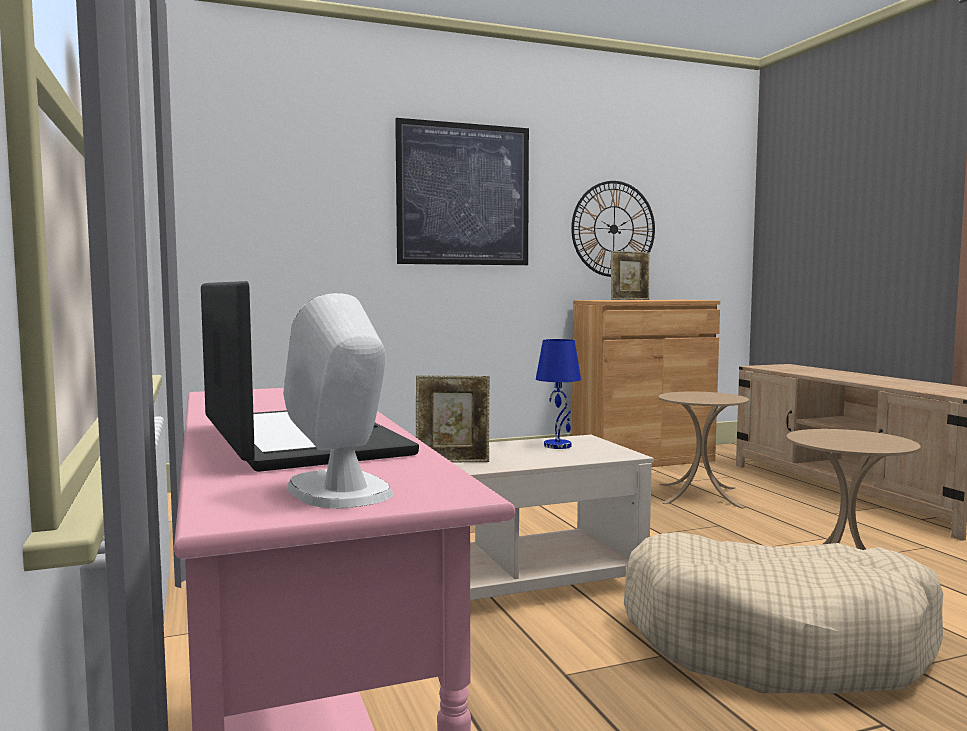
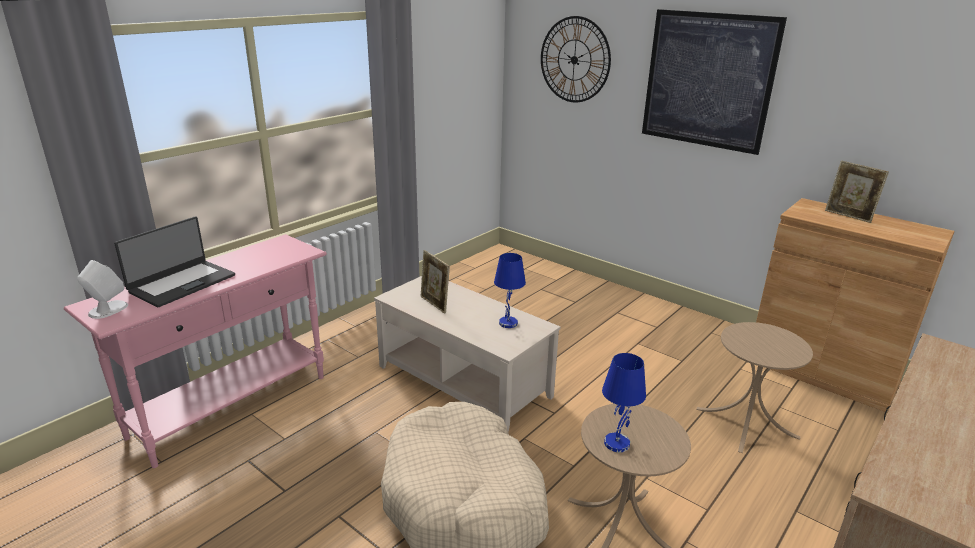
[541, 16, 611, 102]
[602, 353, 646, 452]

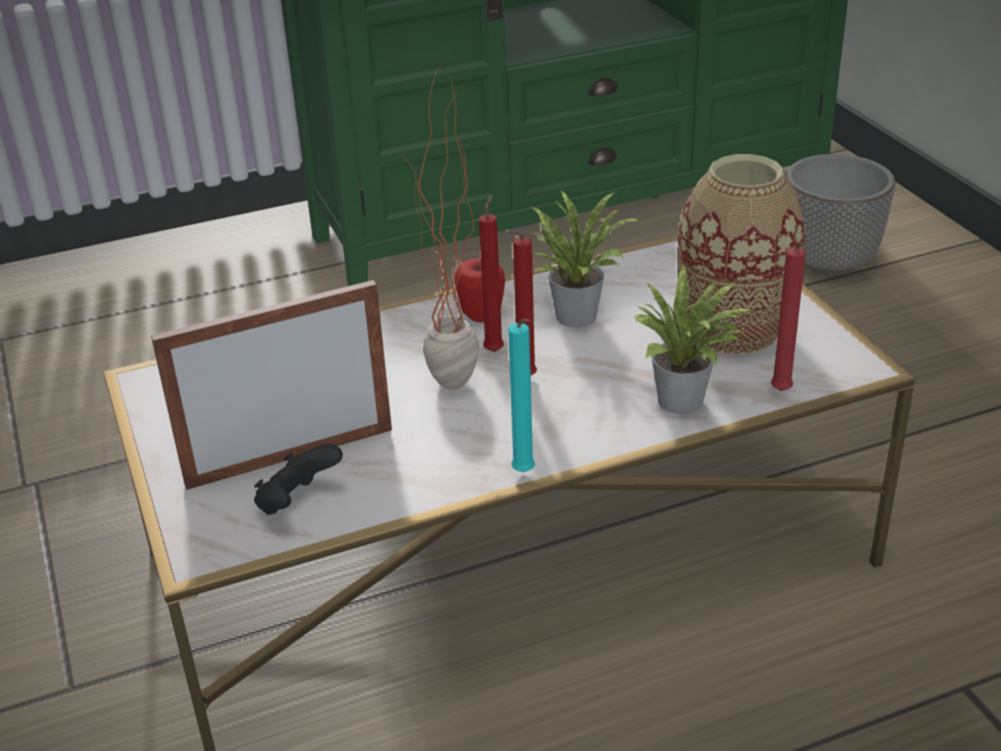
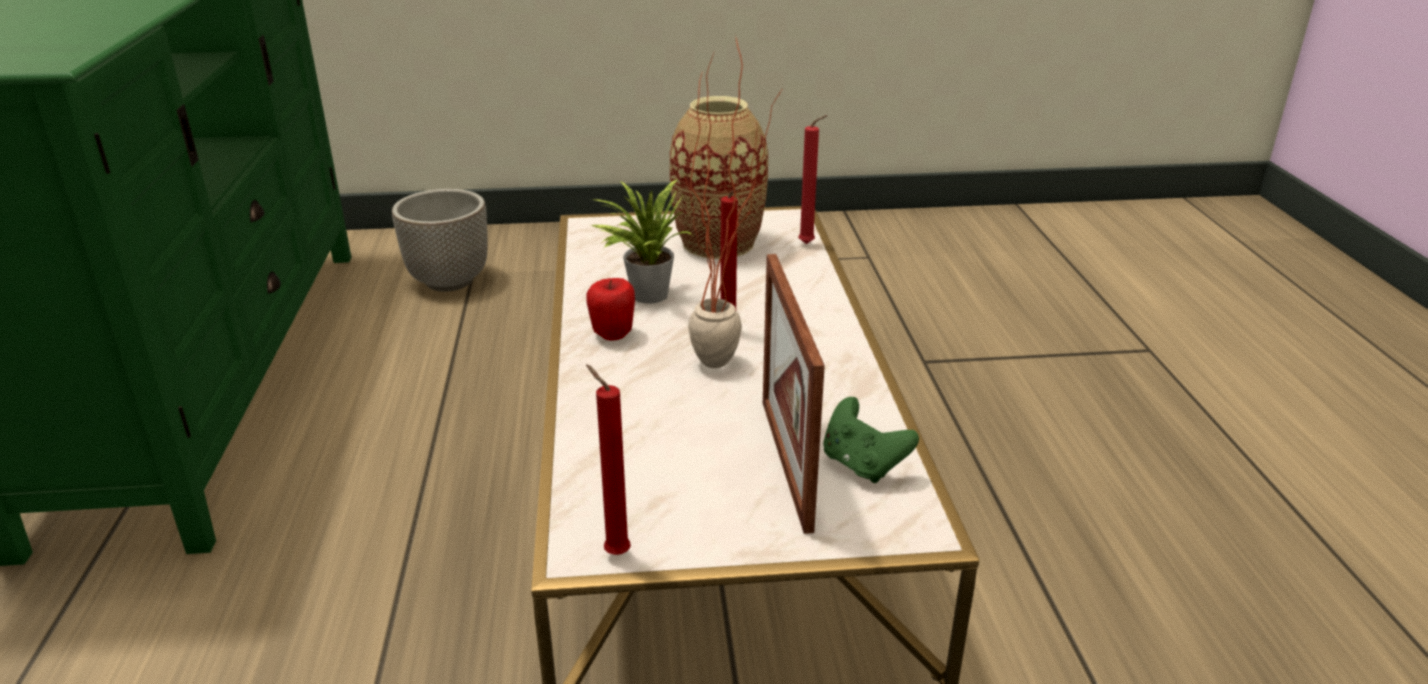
[823, 397, 919, 483]
[586, 364, 631, 555]
[508, 319, 535, 472] (first image)
[634, 265, 754, 414] (first image)

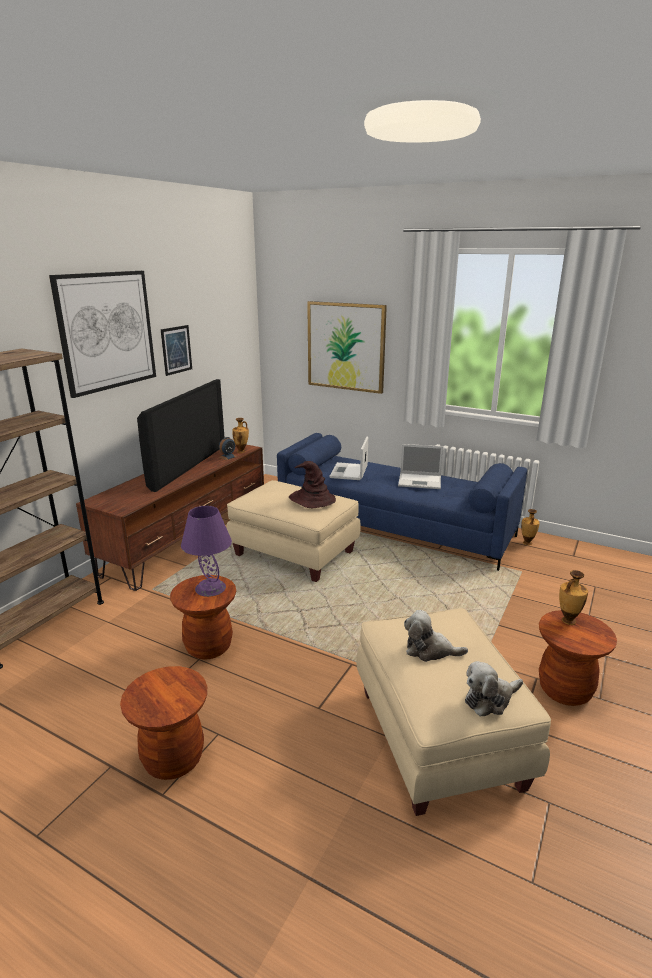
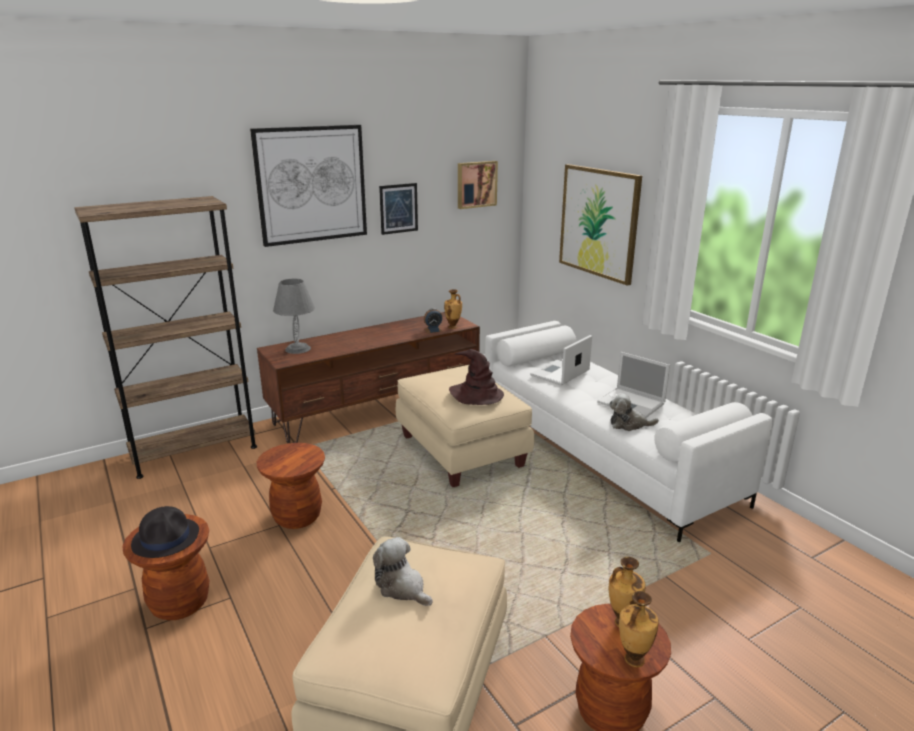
[137, 379, 224, 492] (first image)
[181, 506, 232, 597] (first image)
[485, 321, 773, 542]
[609, 393, 659, 431]
[619, 591, 659, 667]
[131, 506, 199, 558]
[273, 279, 315, 354]
[458, 161, 498, 209]

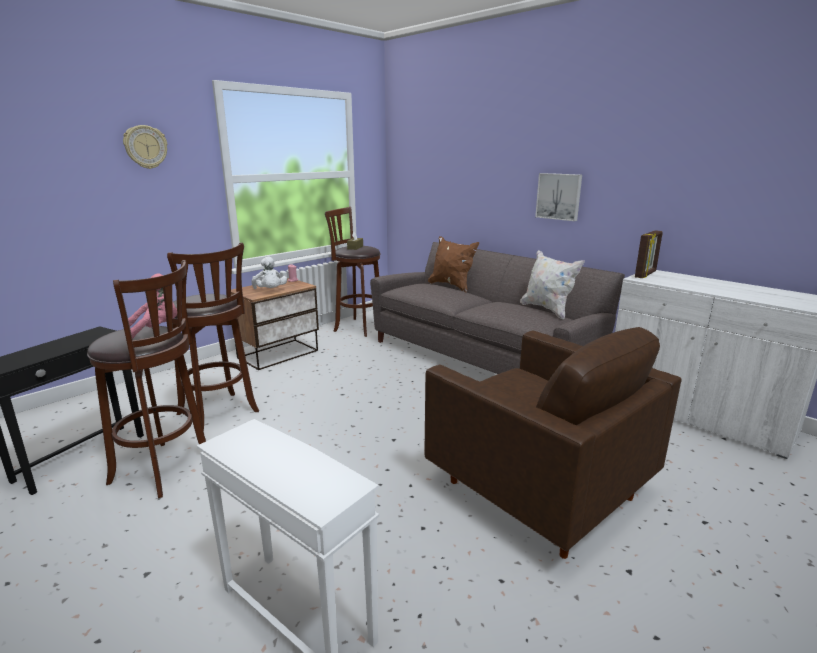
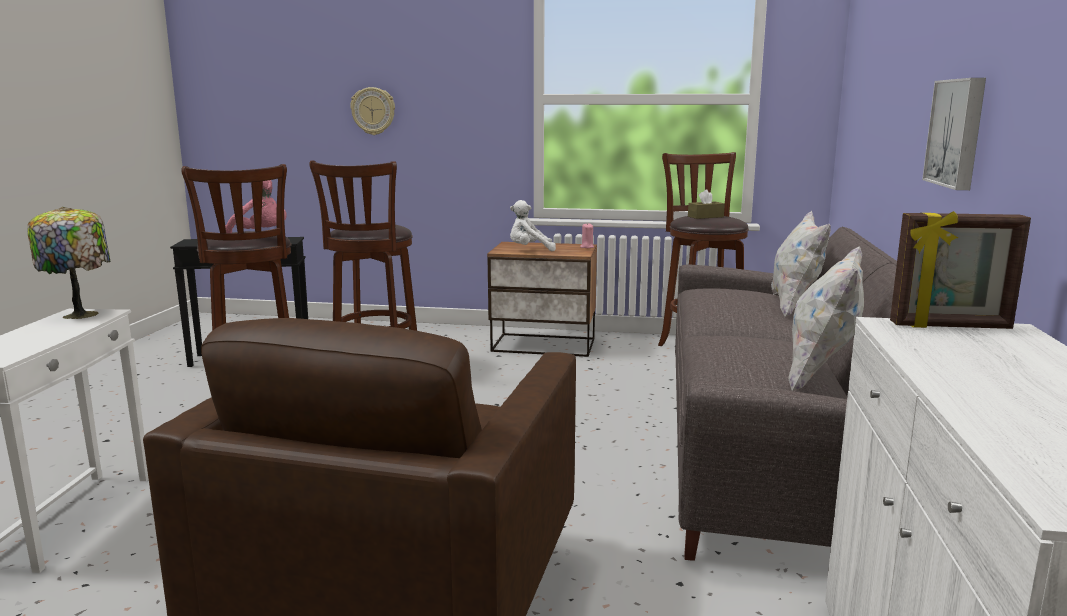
[350, 87, 395, 135]
[510, 200, 556, 251]
[771, 211, 831, 317]
[27, 207, 110, 319]

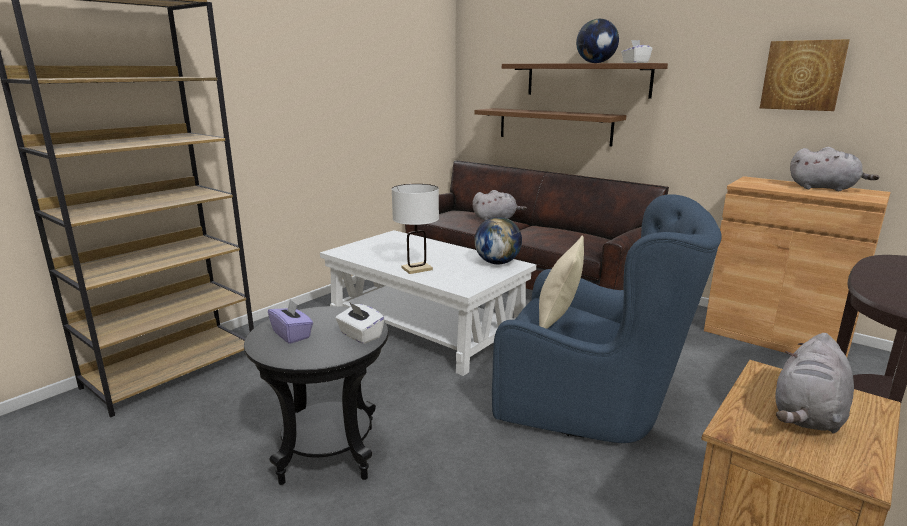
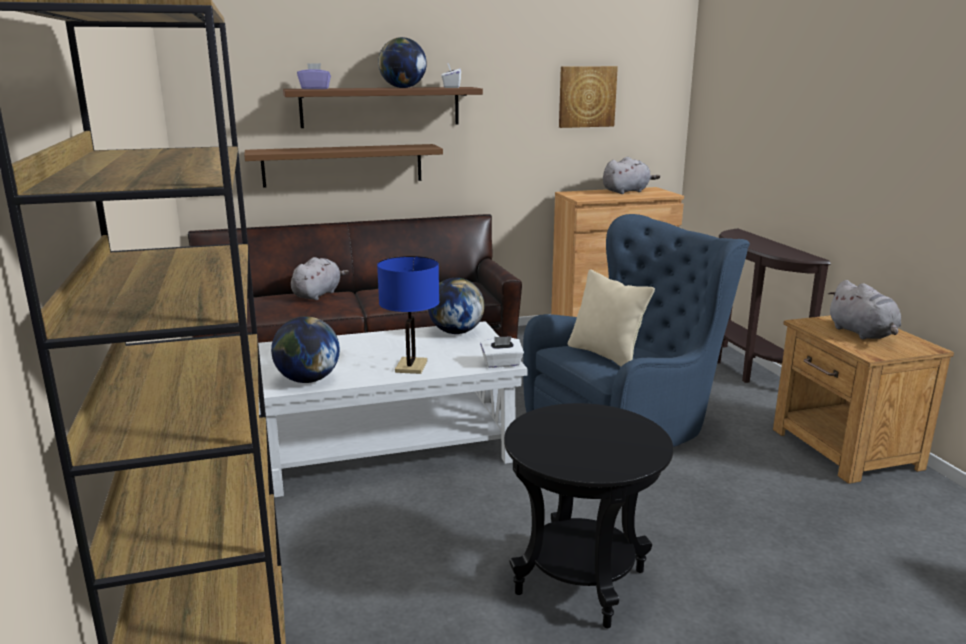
[297, 63, 331, 89]
[480, 336, 524, 368]
[377, 256, 439, 374]
[271, 316, 340, 383]

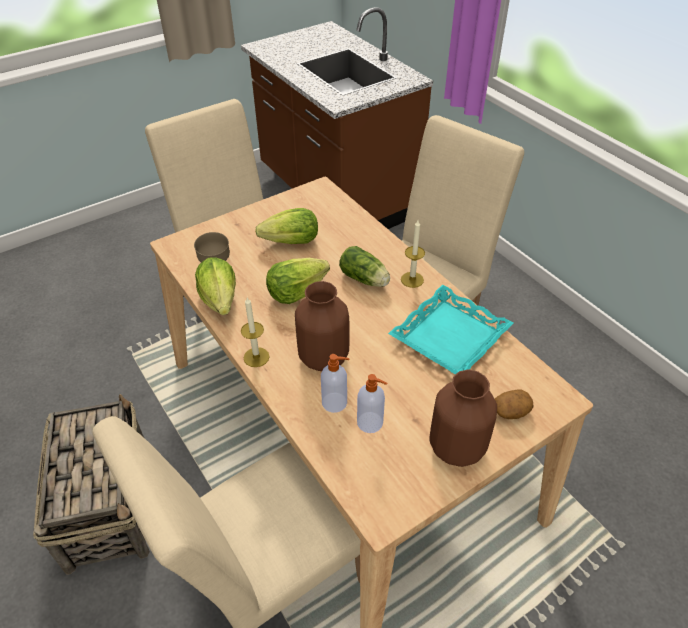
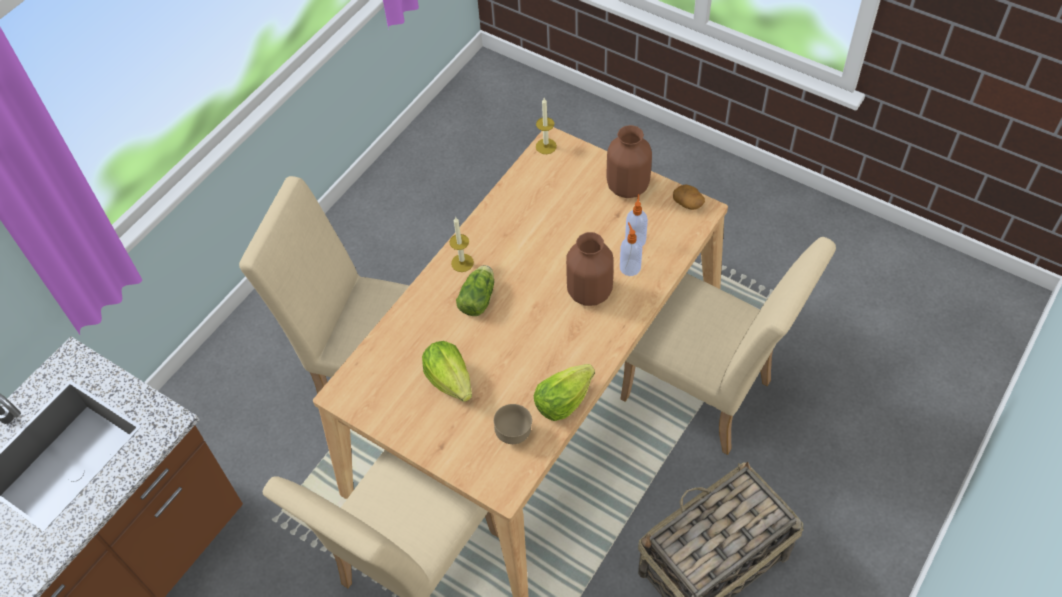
[536, 98, 557, 154]
[266, 258, 330, 304] (first image)
[388, 285, 513, 375] (first image)
[673, 185, 705, 210]

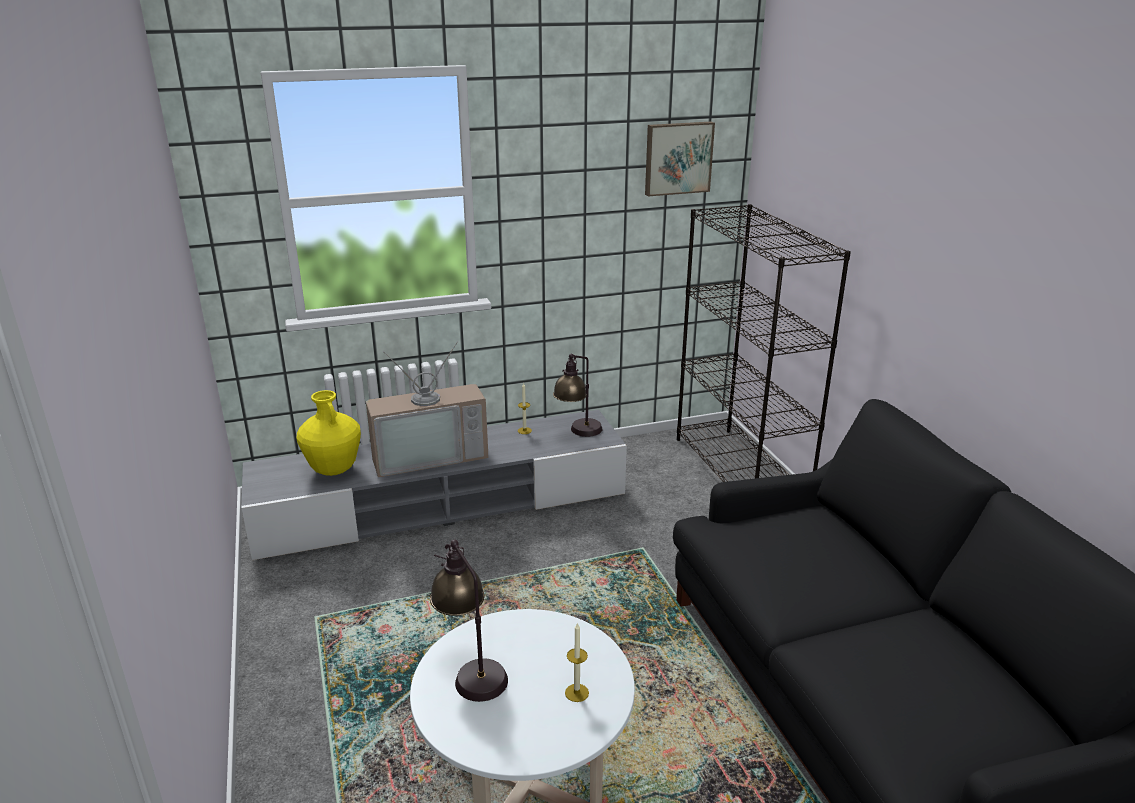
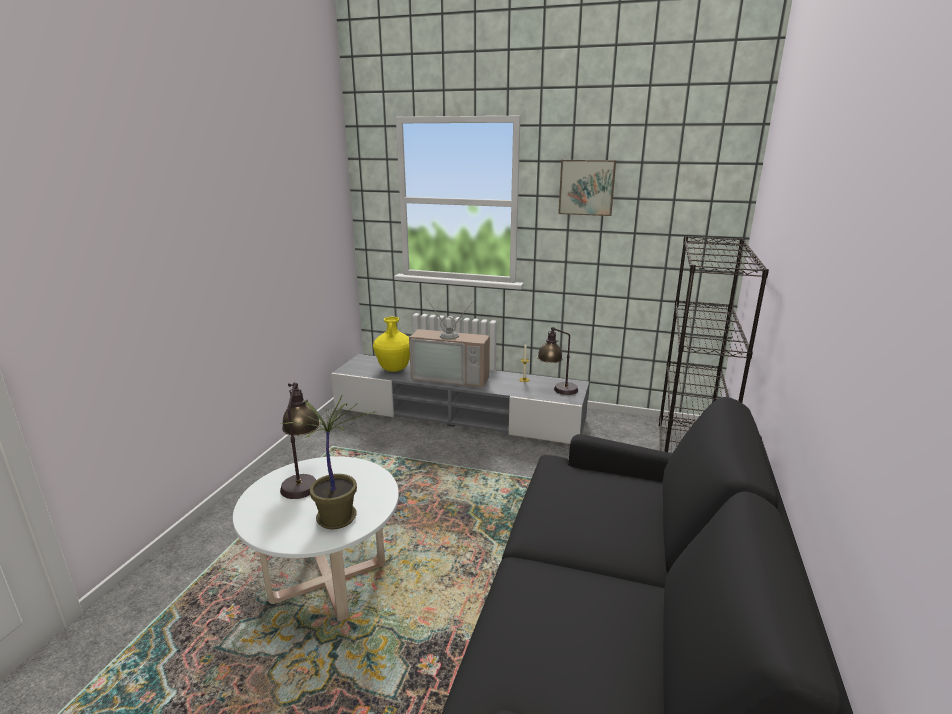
[281, 396, 375, 529]
[558, 160, 616, 216]

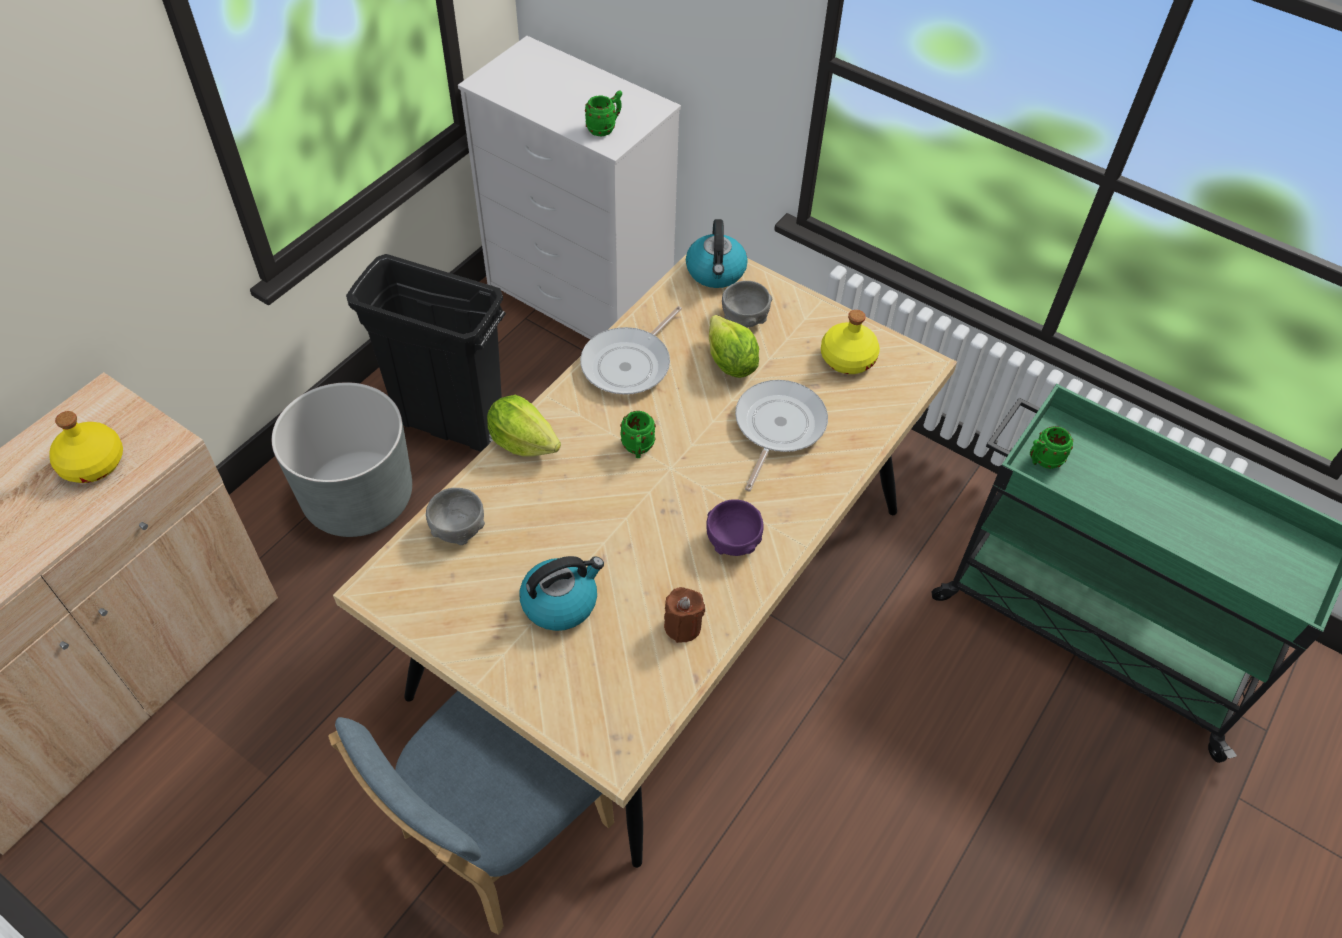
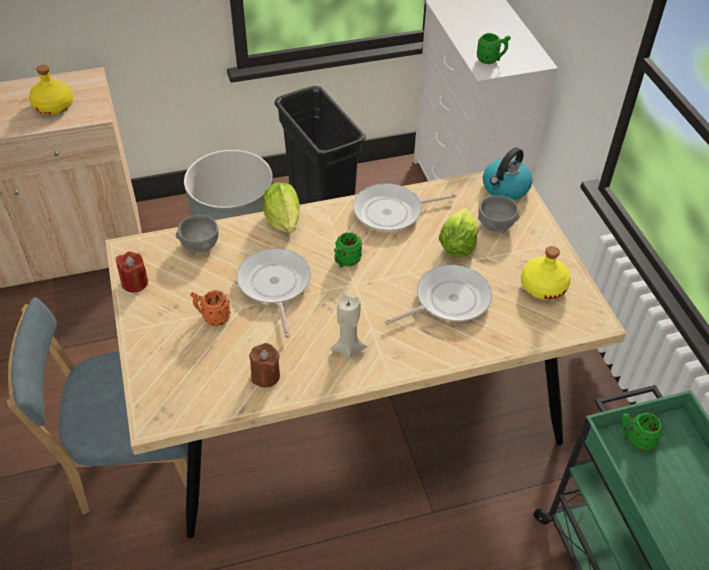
[190, 290, 231, 326]
[330, 294, 367, 359]
[116, 252, 148, 292]
[237, 248, 311, 338]

